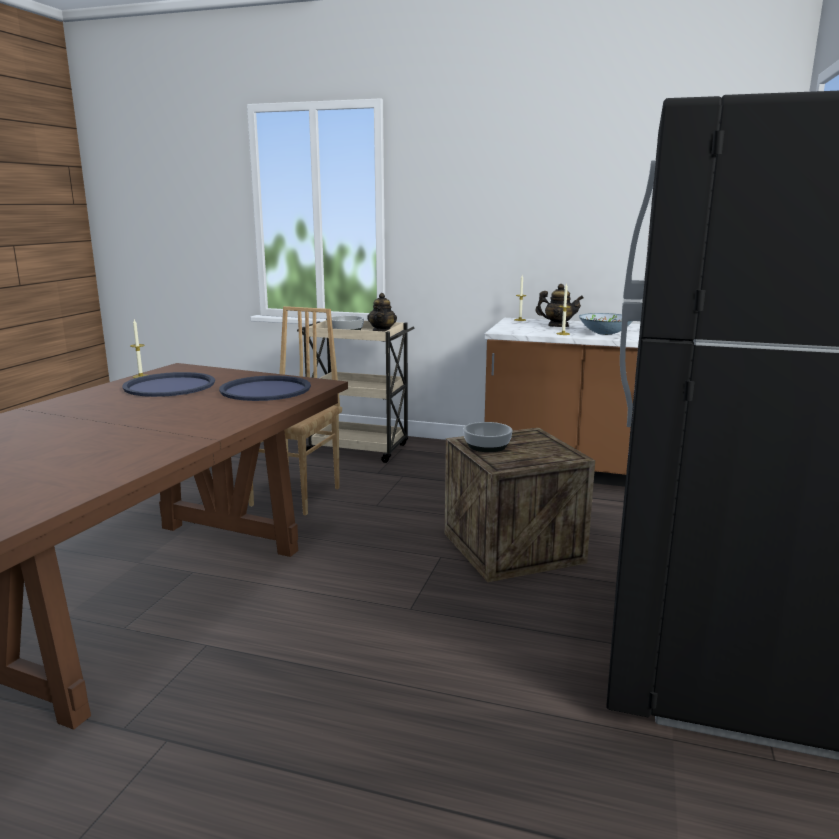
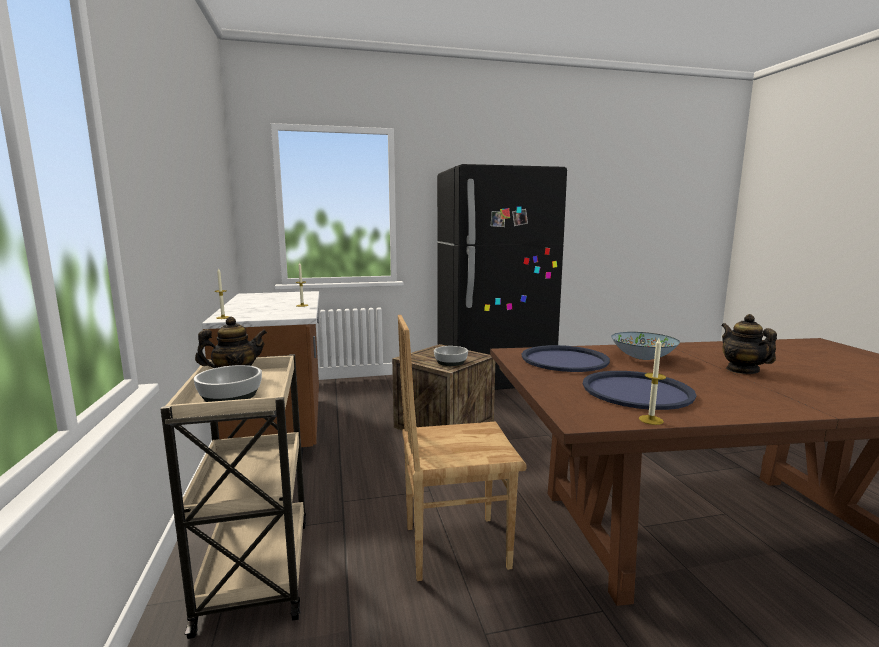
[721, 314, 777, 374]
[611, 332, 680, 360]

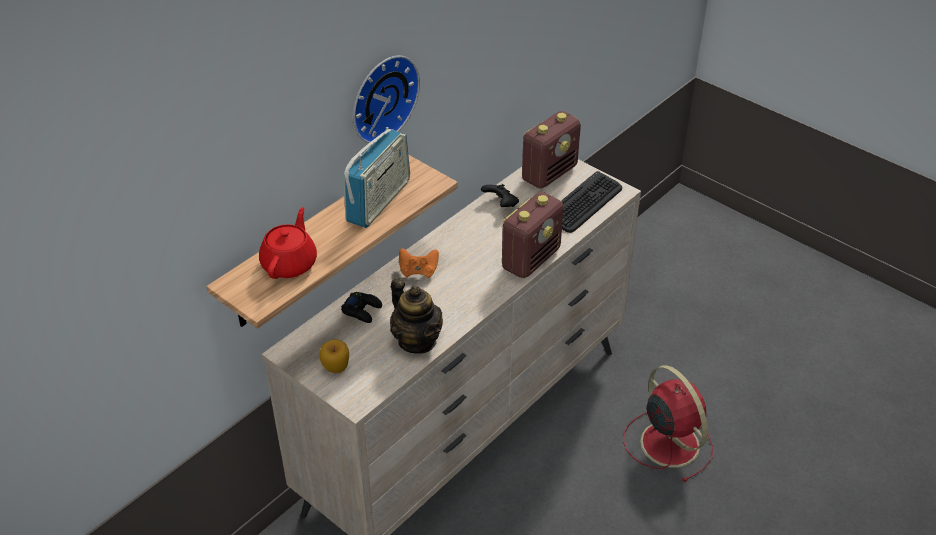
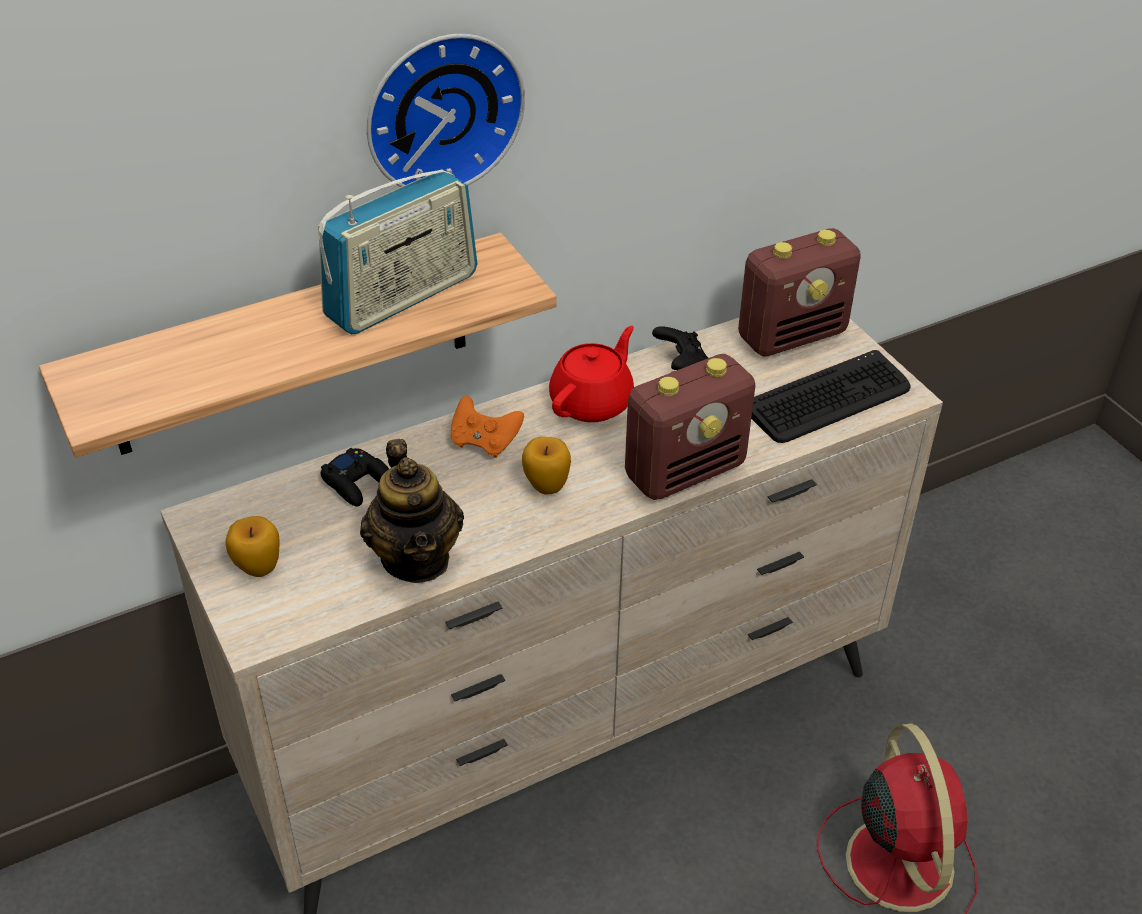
[549, 326, 634, 422]
[522, 436, 571, 495]

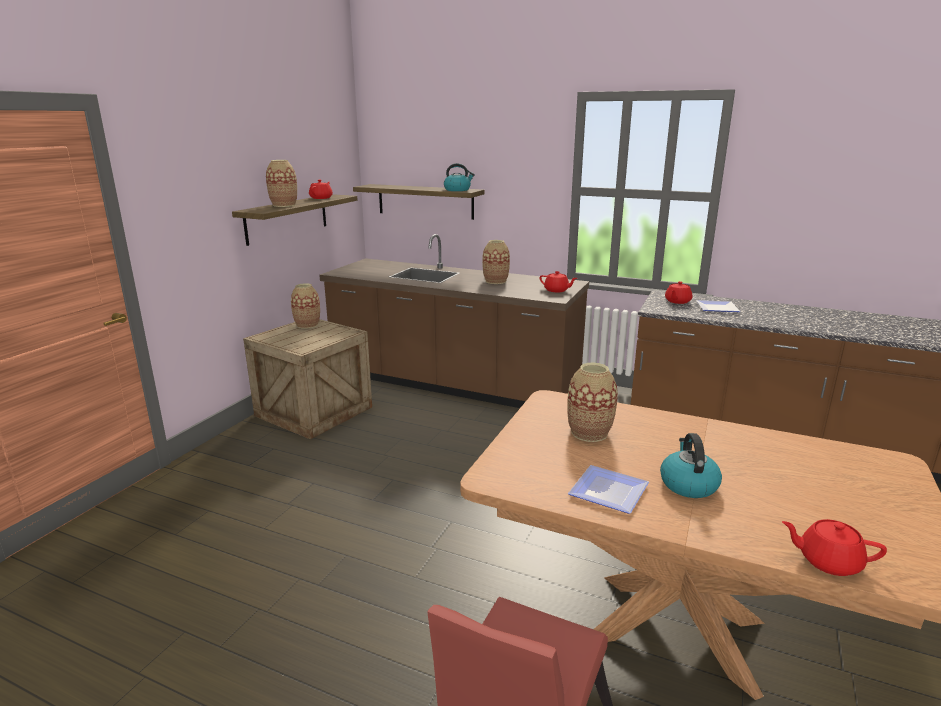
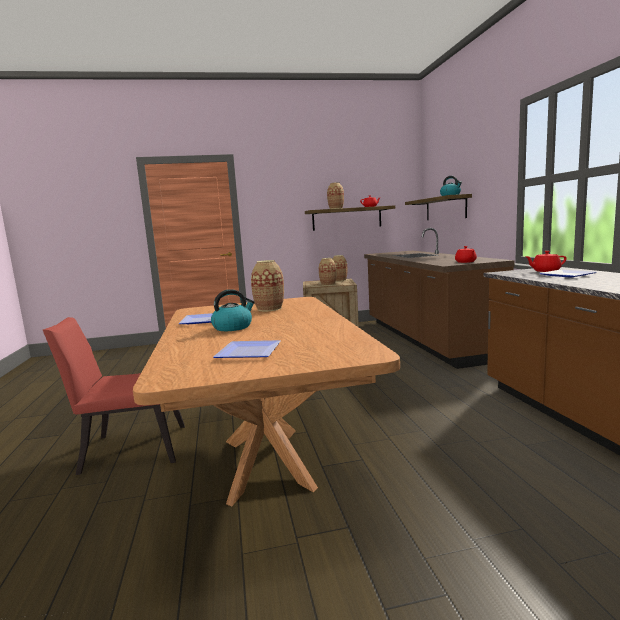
[319, 258, 336, 286]
[782, 519, 887, 576] (first image)
[213, 340, 280, 358]

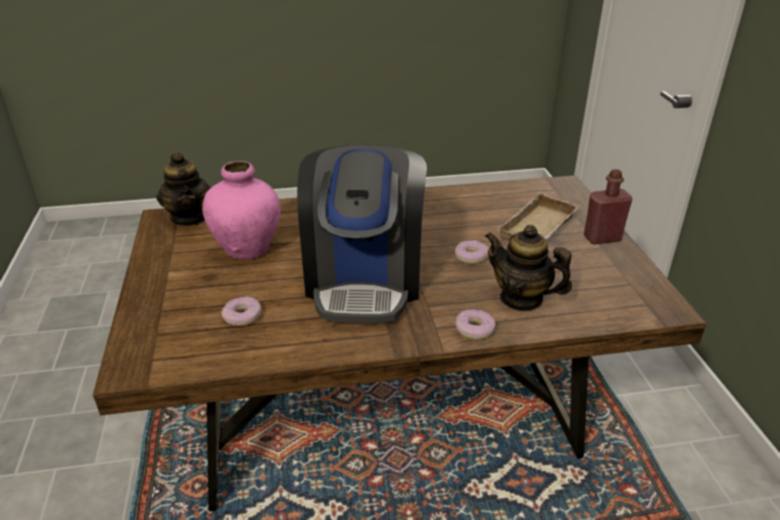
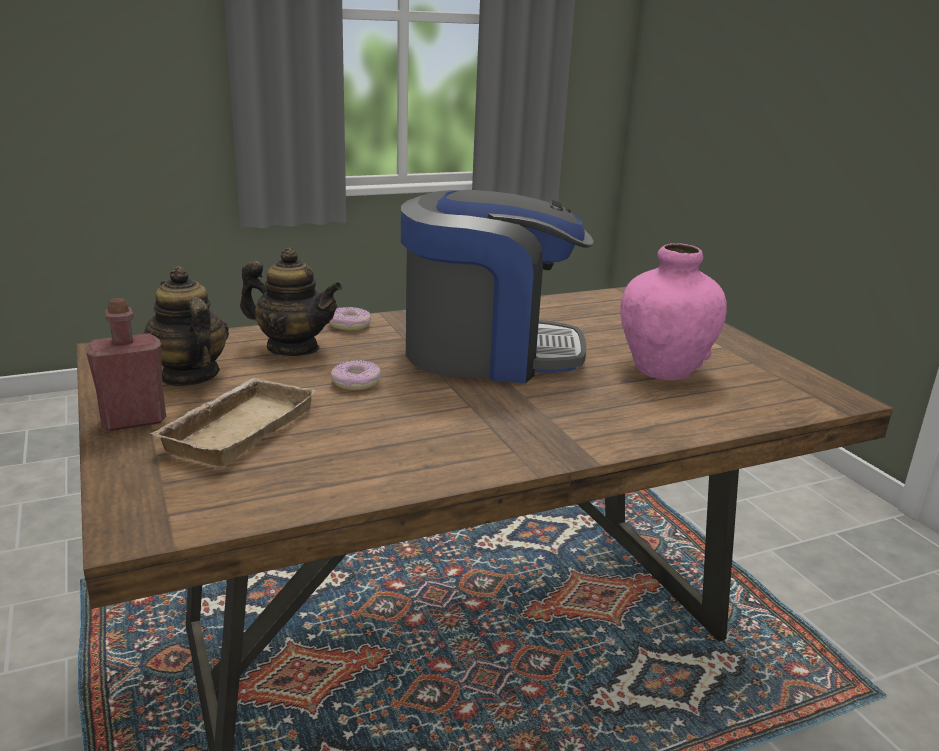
[142, 266, 229, 387]
[222, 297, 261, 326] (first image)
[401, 190, 594, 383]

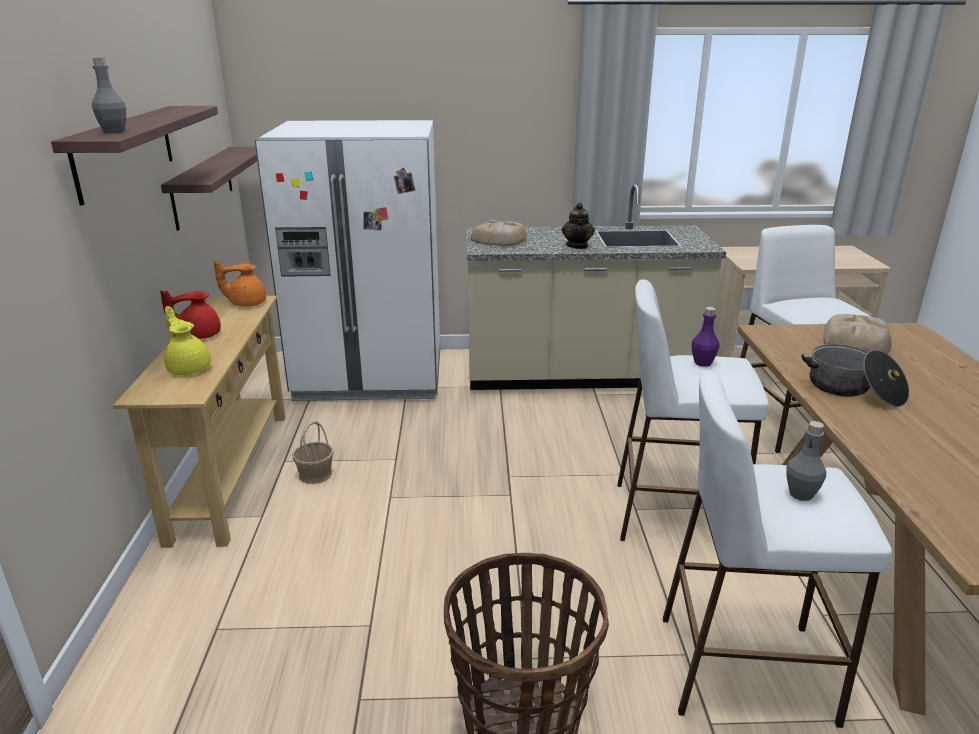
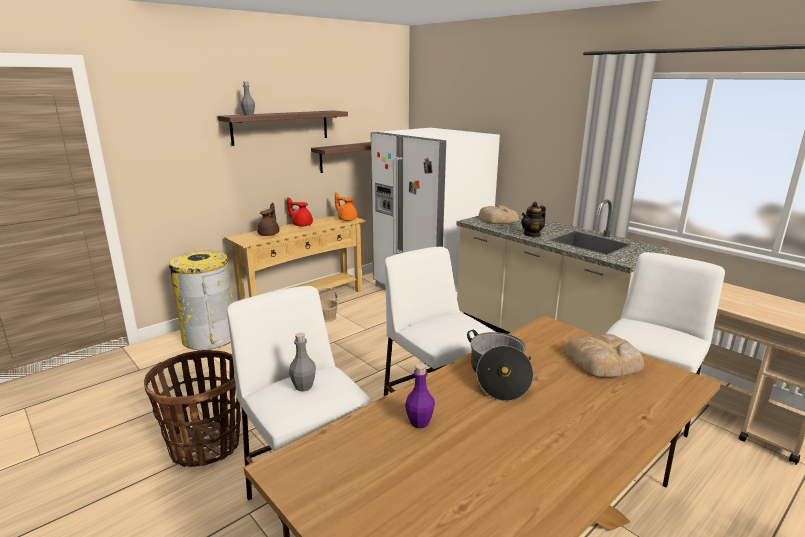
[257, 203, 279, 236]
[405, 364, 435, 428]
[169, 251, 233, 350]

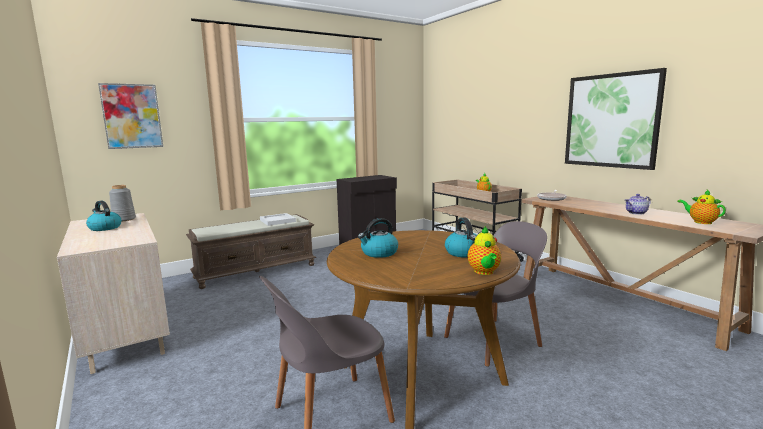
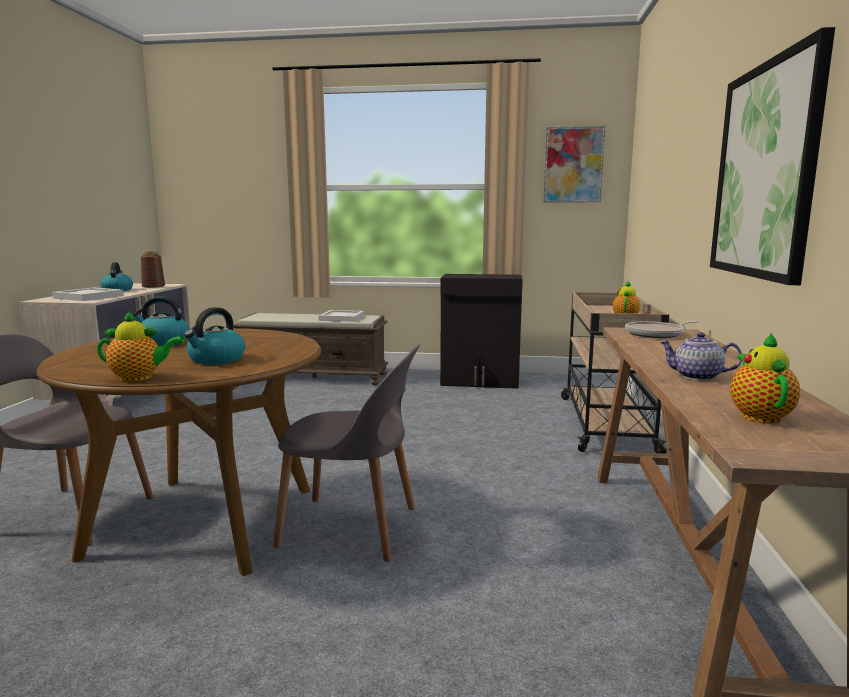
[544, 126, 606, 203]
[141, 251, 165, 288]
[97, 311, 184, 381]
[52, 287, 123, 301]

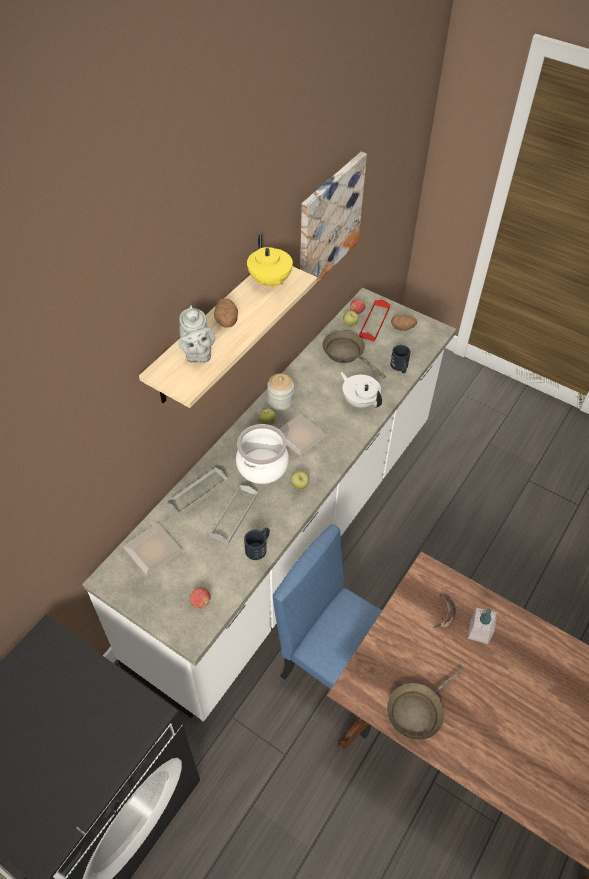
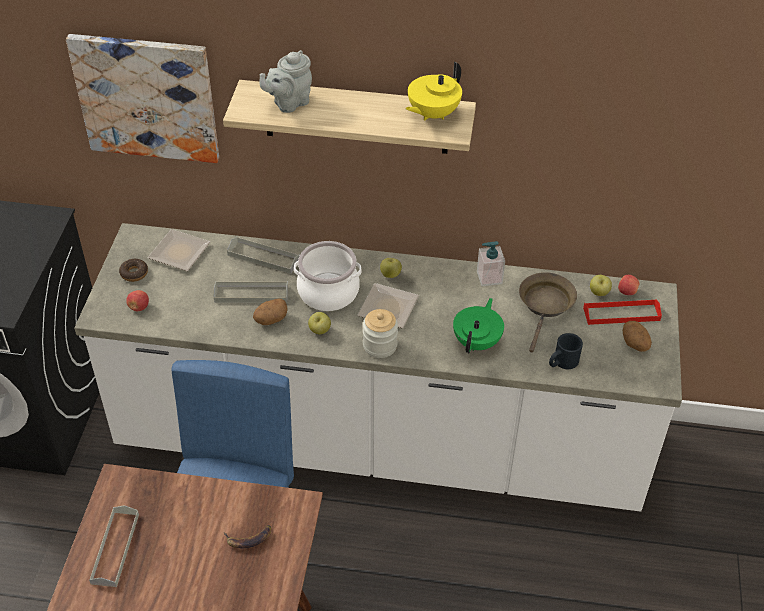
[253, 299, 288, 325]
[244, 528, 270, 560] (first image)
[363, 309, 398, 358]
[66, 34, 219, 163]
[453, 298, 504, 353]
[89, 505, 139, 587]
[477, 241, 505, 286]
[119, 259, 148, 282]

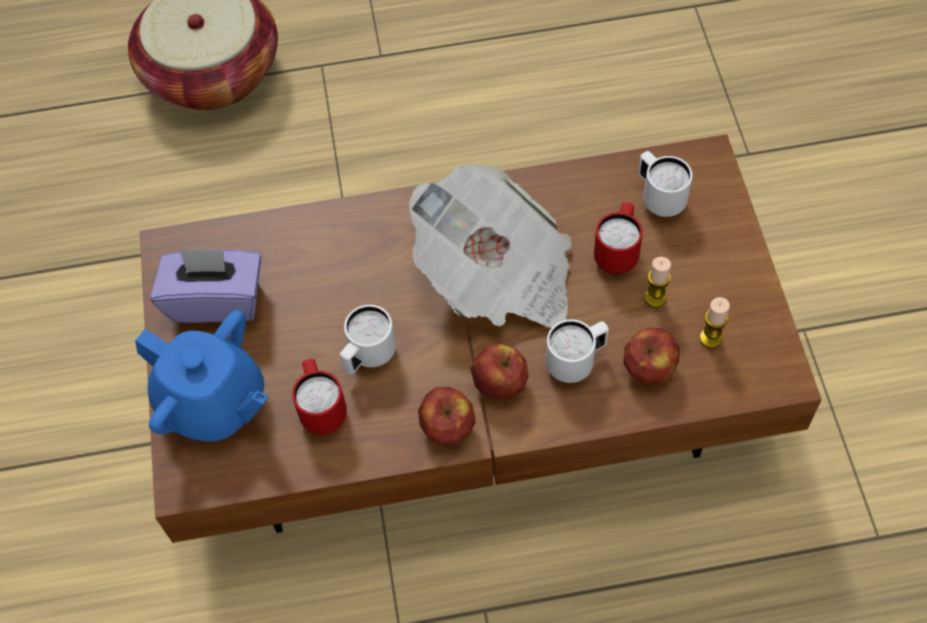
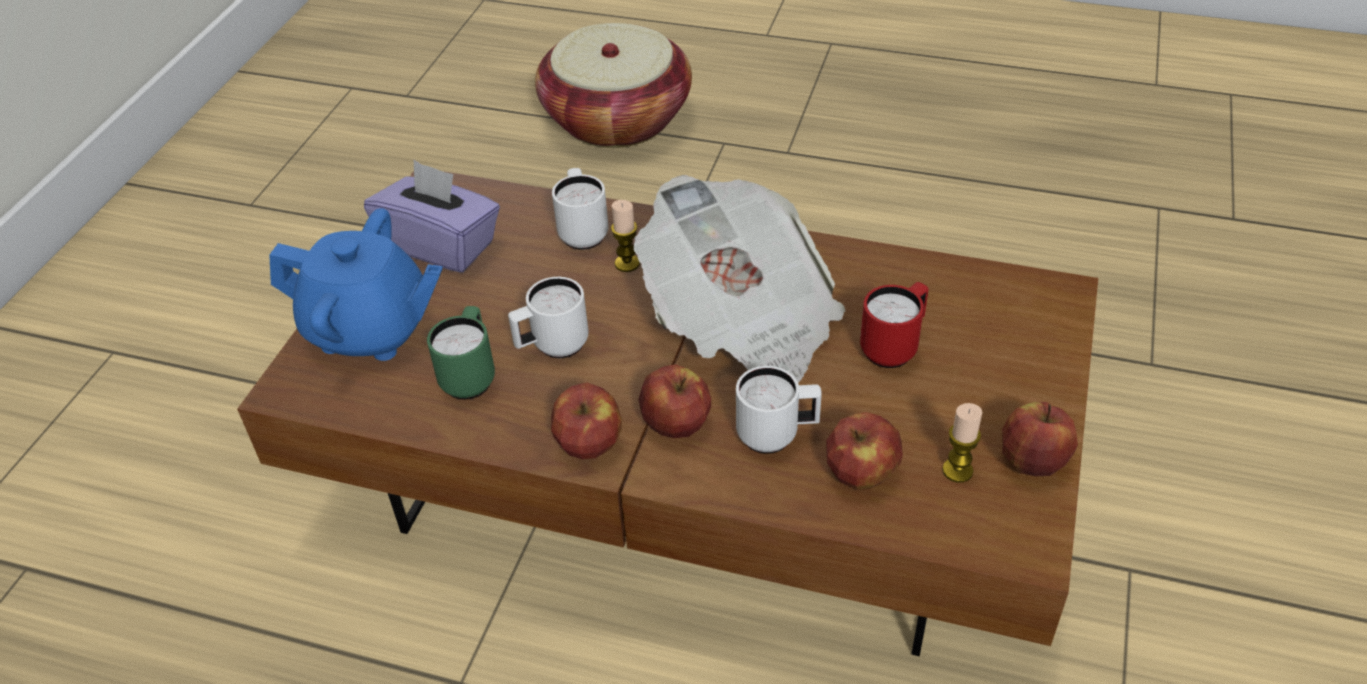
[269, 208, 443, 361]
[427, 306, 495, 399]
[552, 168, 608, 250]
[611, 200, 640, 272]
[1002, 402, 1078, 476]

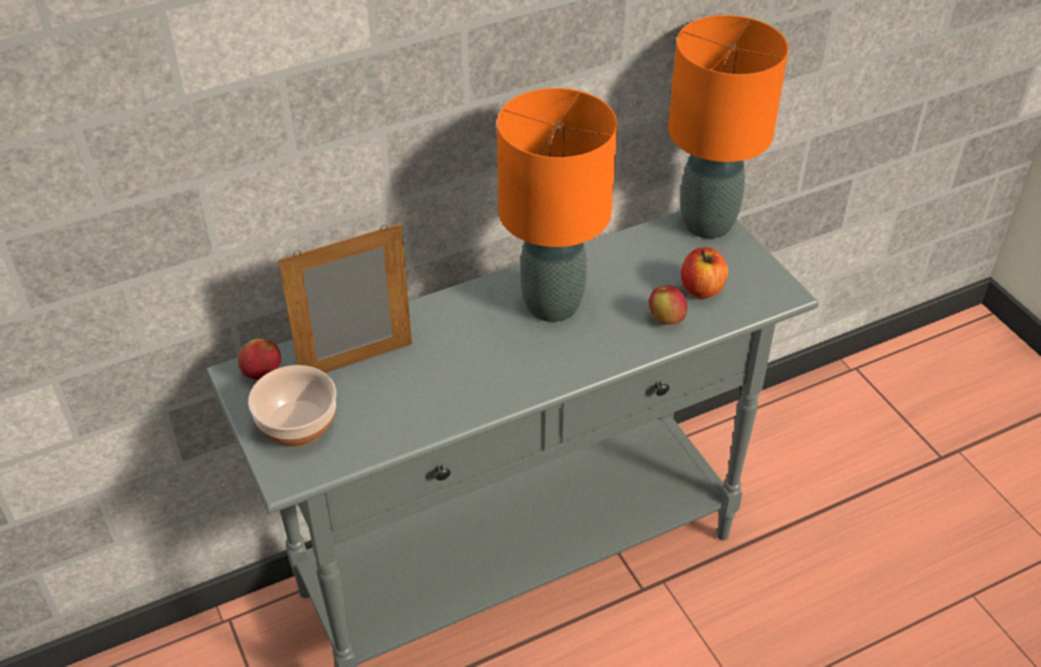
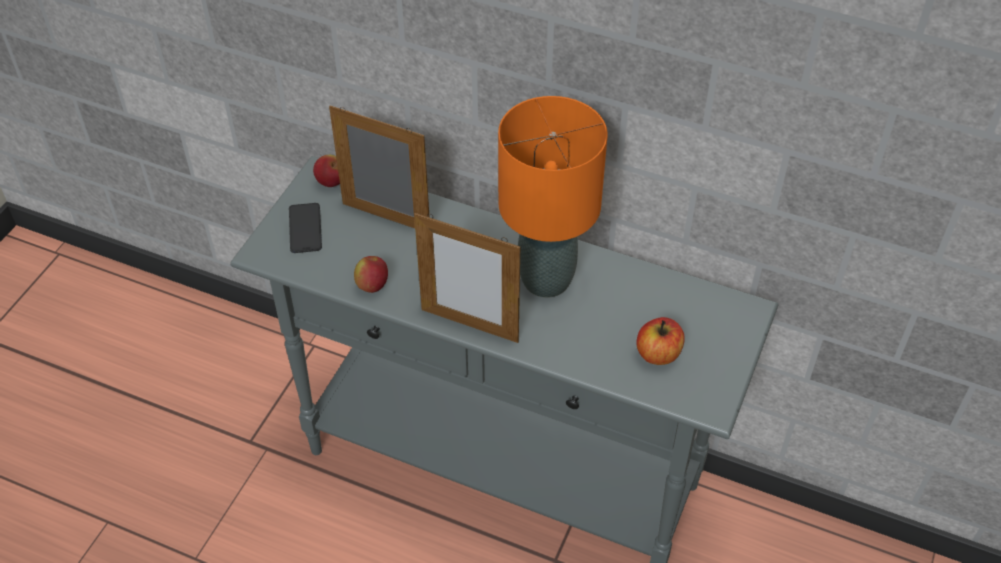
[289, 203, 322, 253]
[354, 256, 388, 293]
[668, 15, 789, 239] (first image)
[414, 213, 520, 343]

